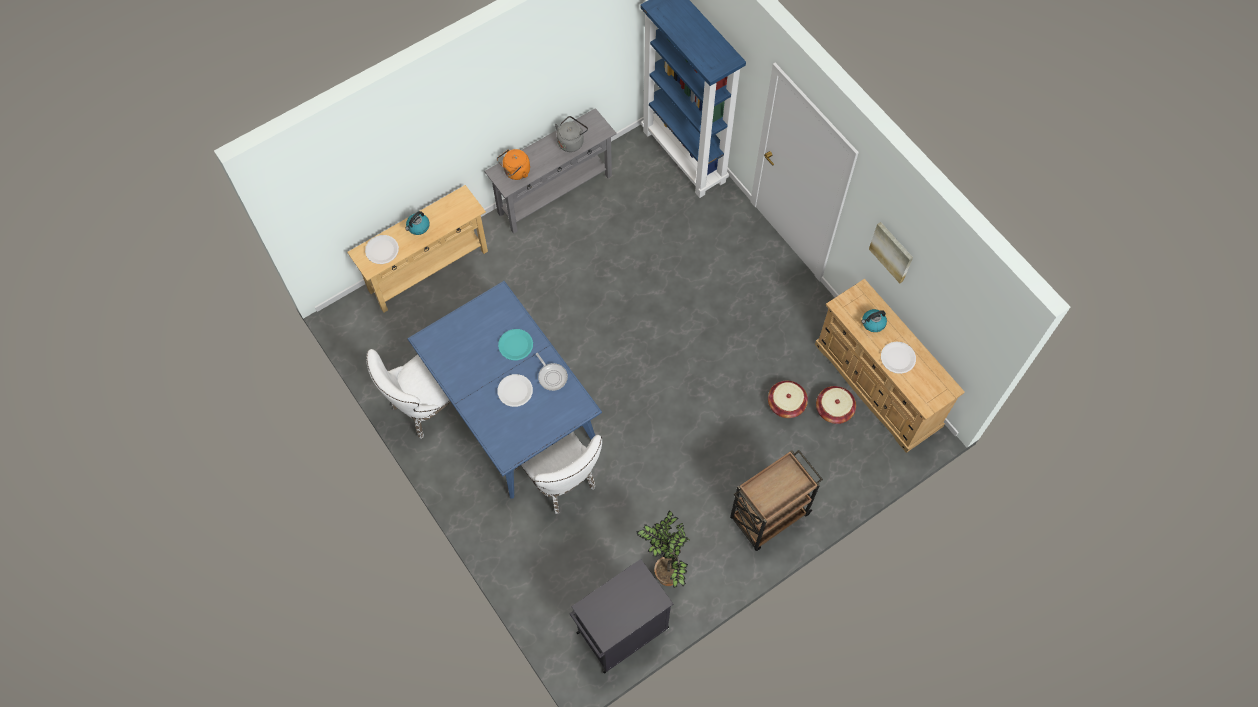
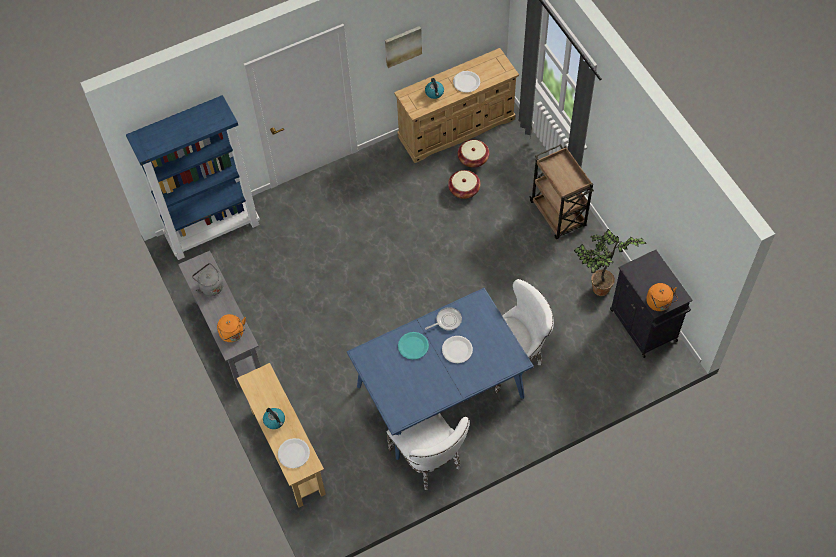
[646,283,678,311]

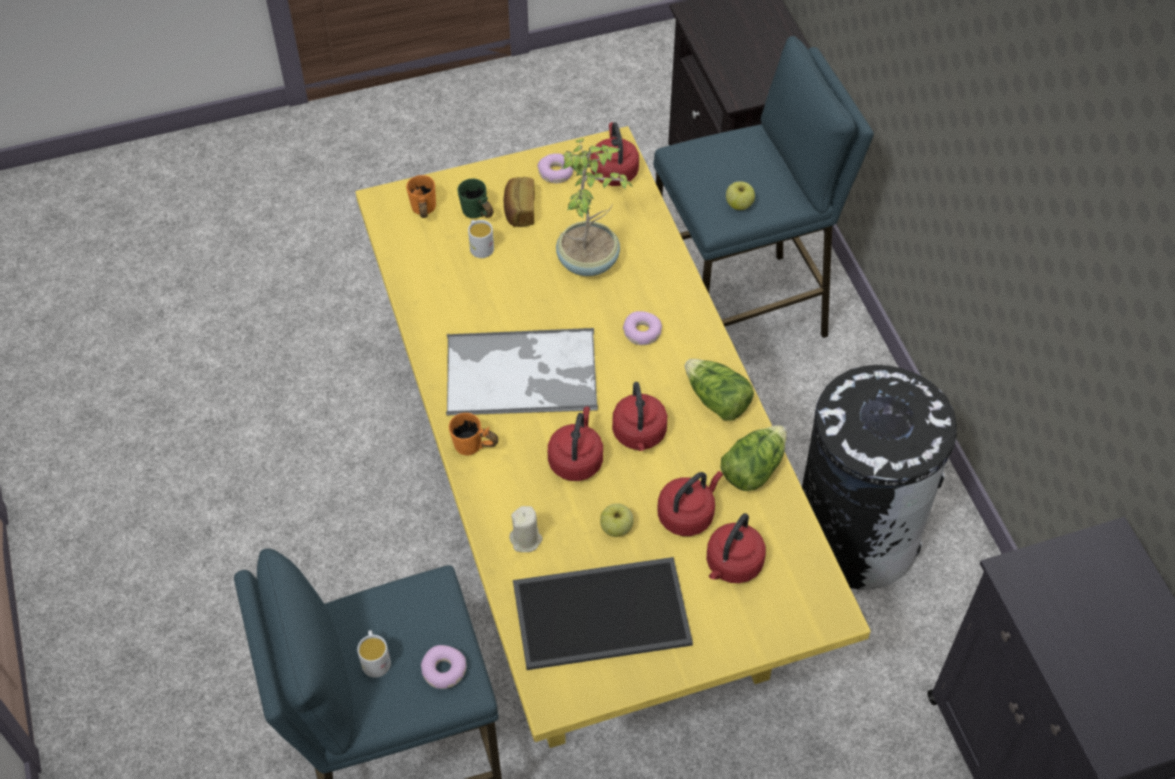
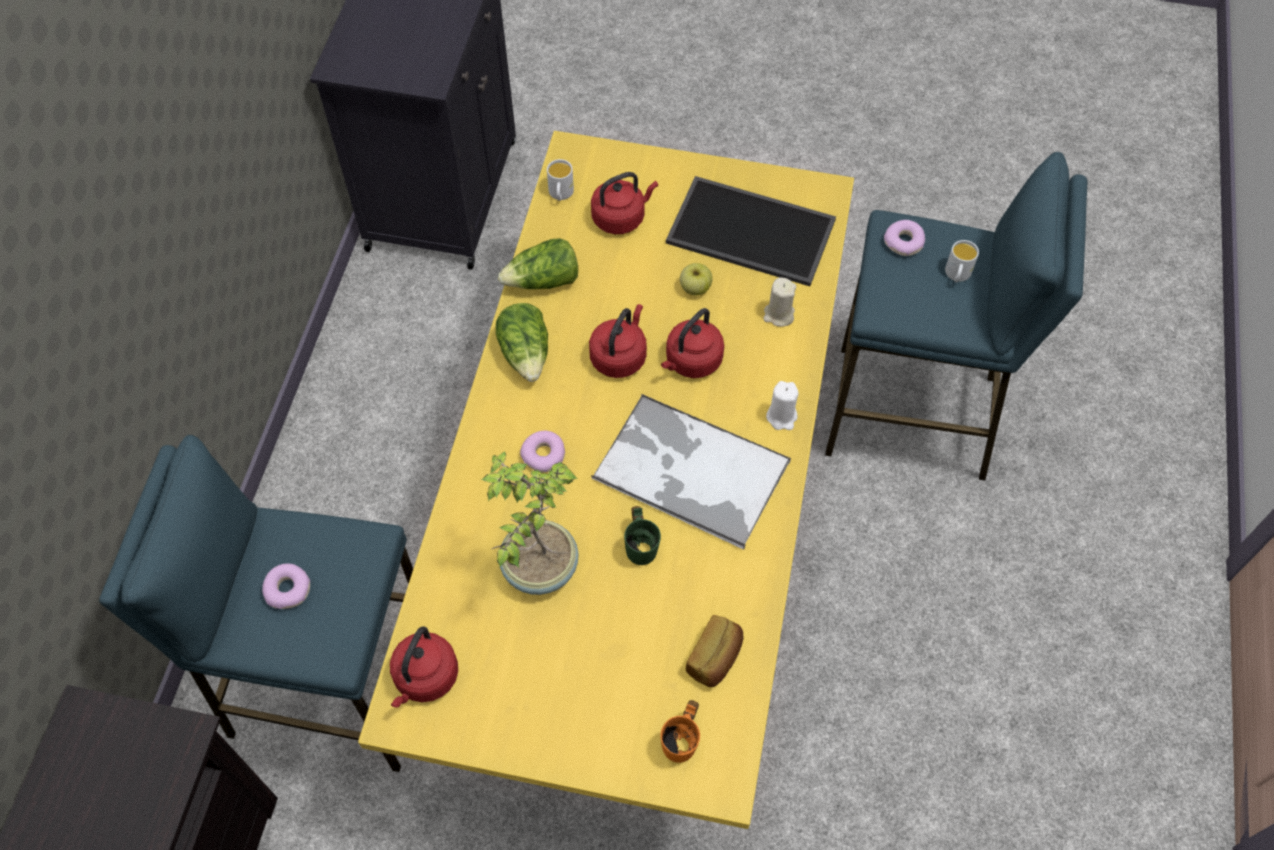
[766,381,799,430]
[624,506,661,565]
[547,159,574,201]
[686,615,744,687]
[262,563,310,609]
[657,471,723,536] (first image)
[726,181,755,210] (first image)
[802,365,957,589] (first image)

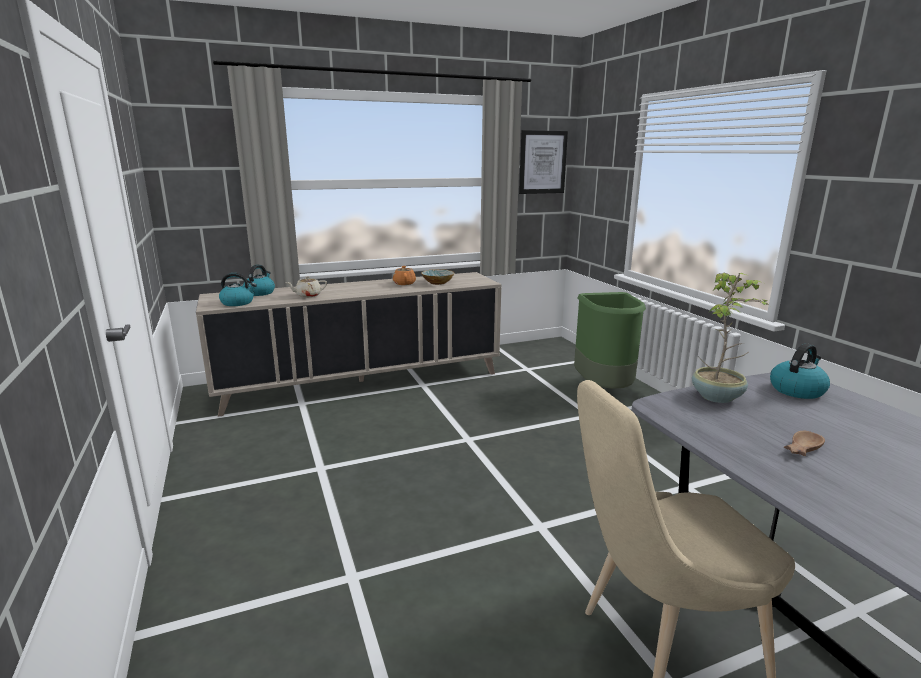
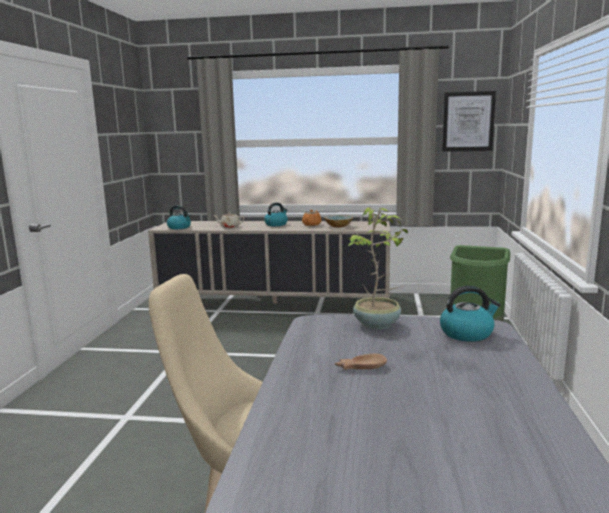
[264,202,288,226]

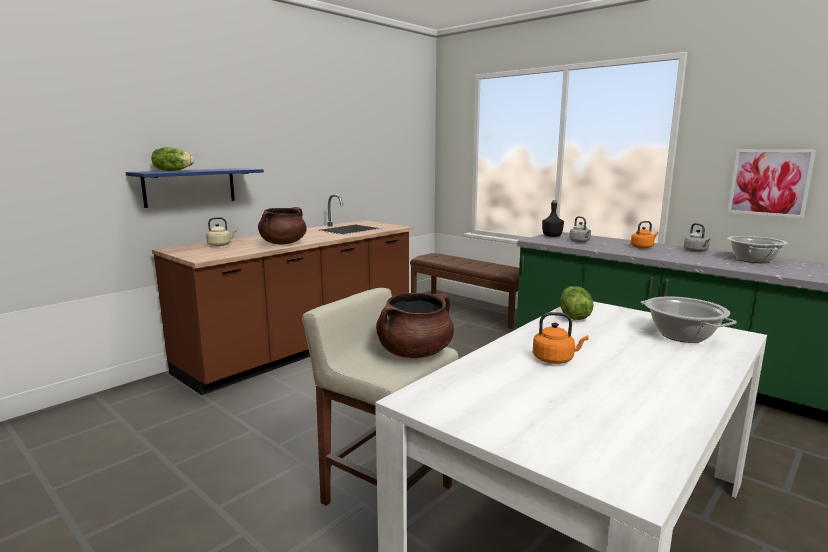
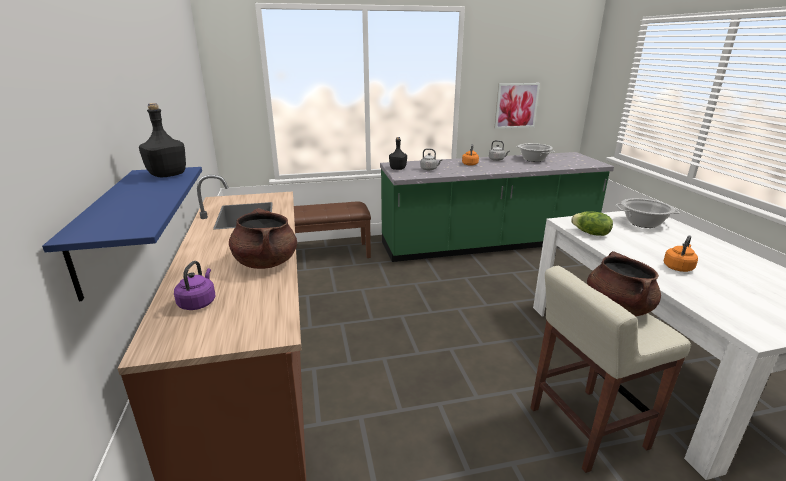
[151,147,194,171] (first image)
[174,261,215,310]
[139,103,186,177]

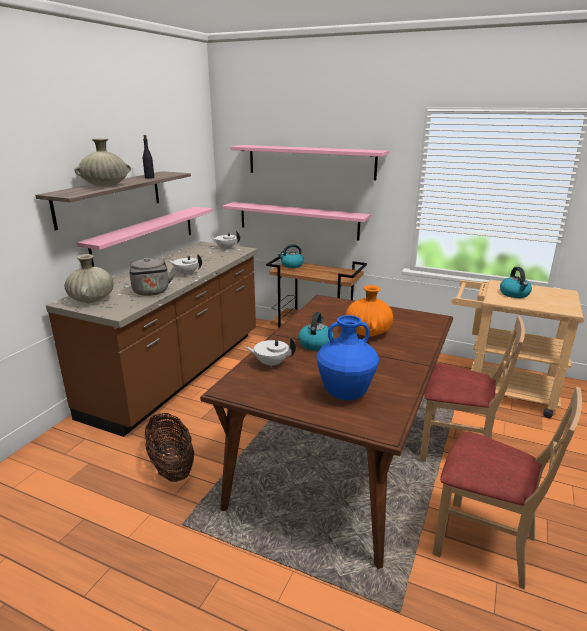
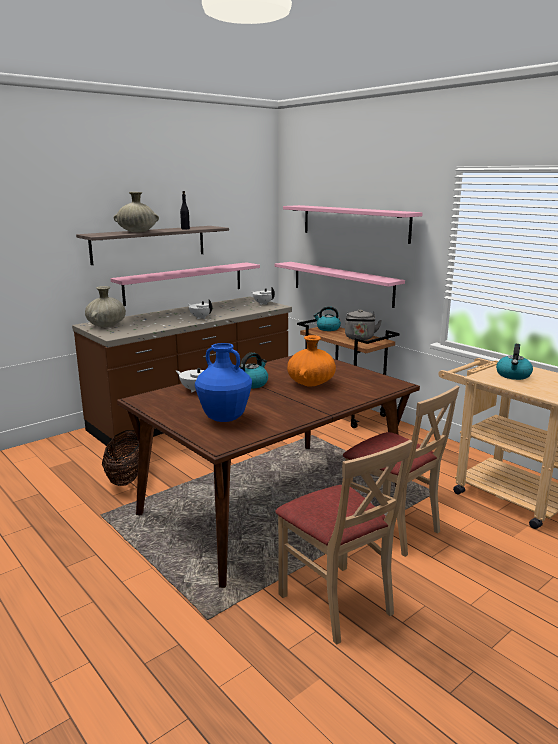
[345,309,382,340]

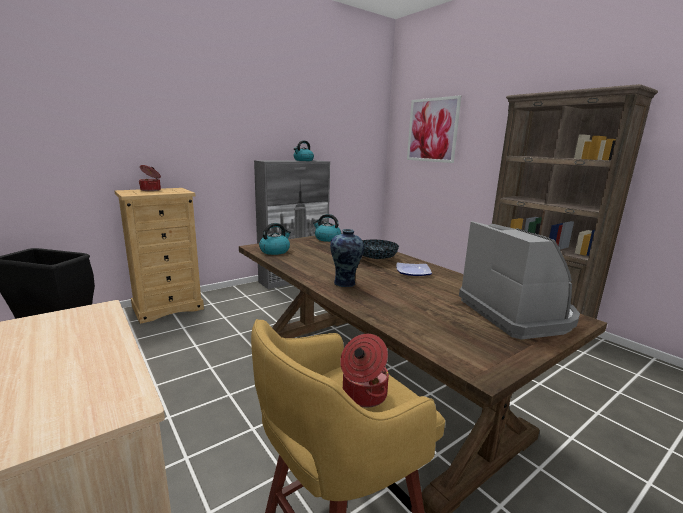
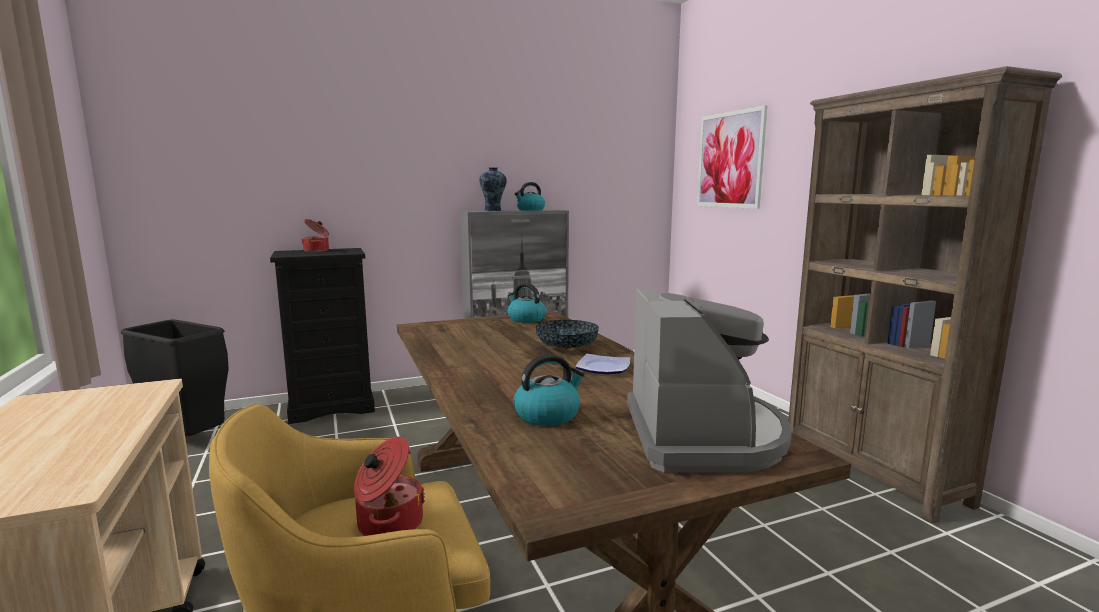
[270,248,375,424]
[514,354,584,426]
[479,167,507,211]

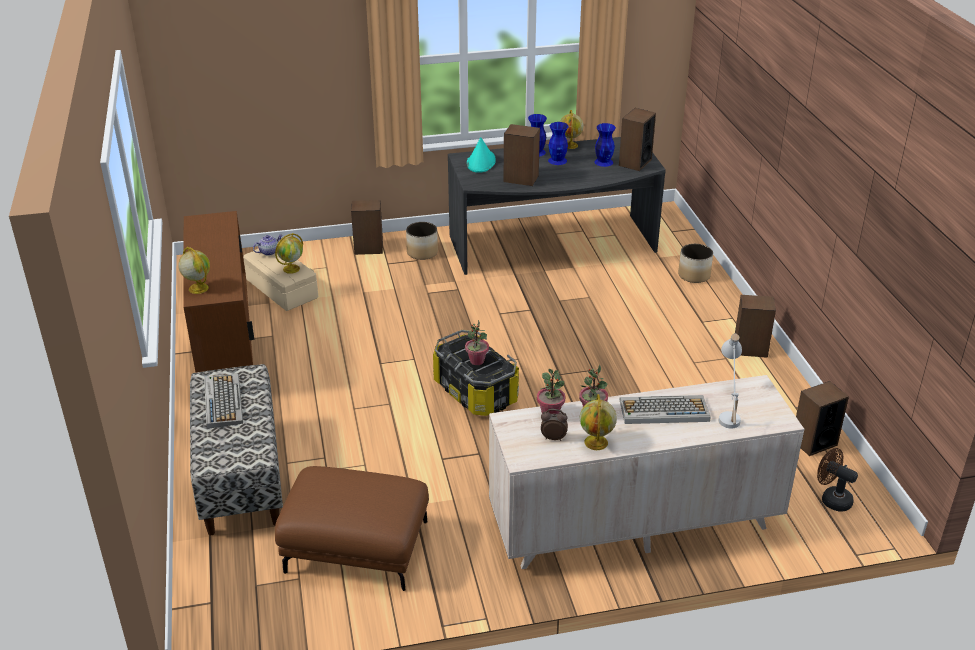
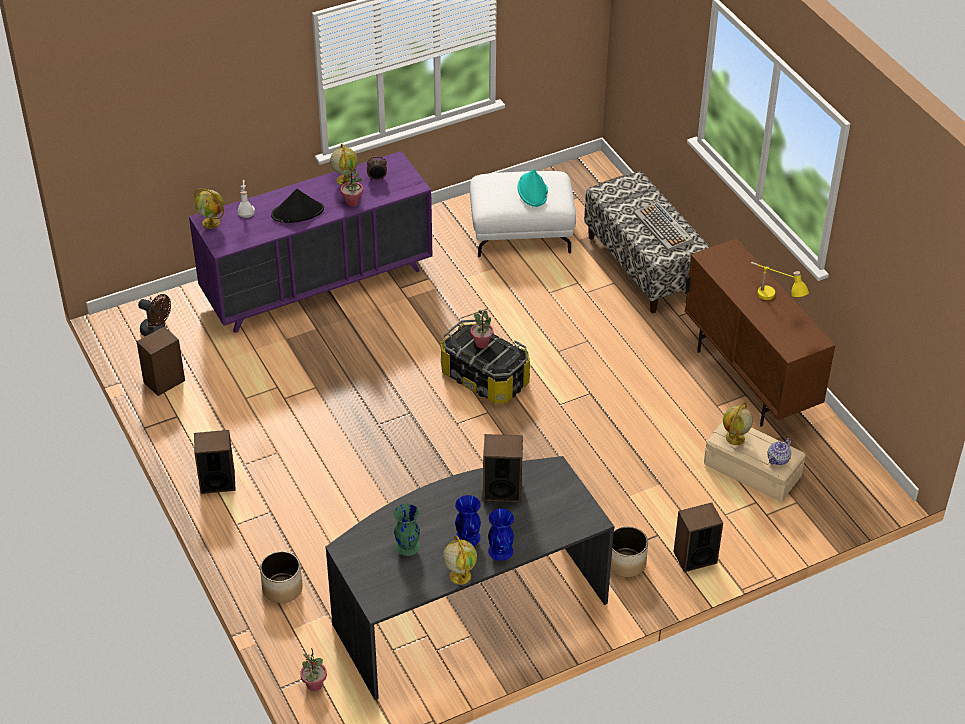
[194,189,224,229]
[470,171,576,257]
[517,169,548,207]
[189,151,432,333]
[300,648,327,691]
[394,504,420,556]
[619,108,656,171] (first image)
[271,189,324,223]
[751,262,809,300]

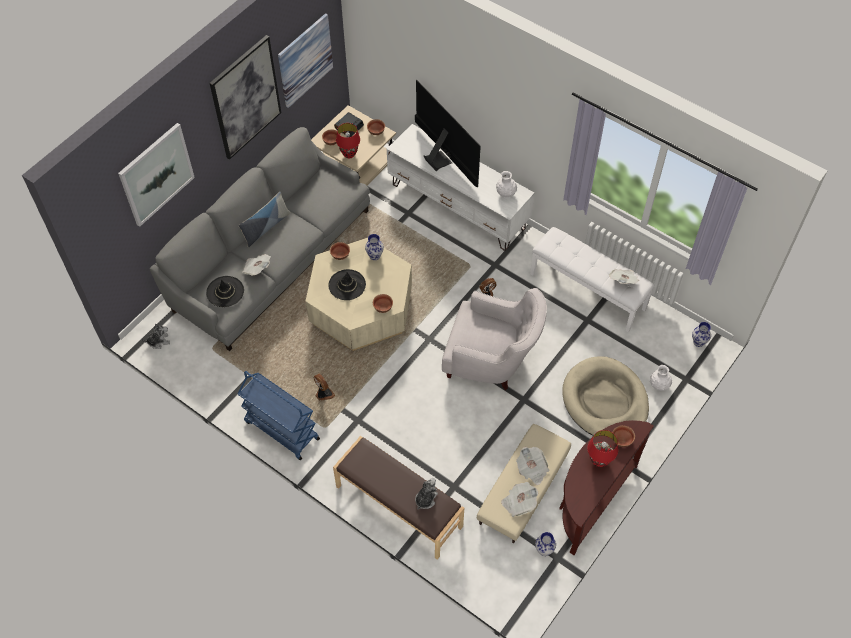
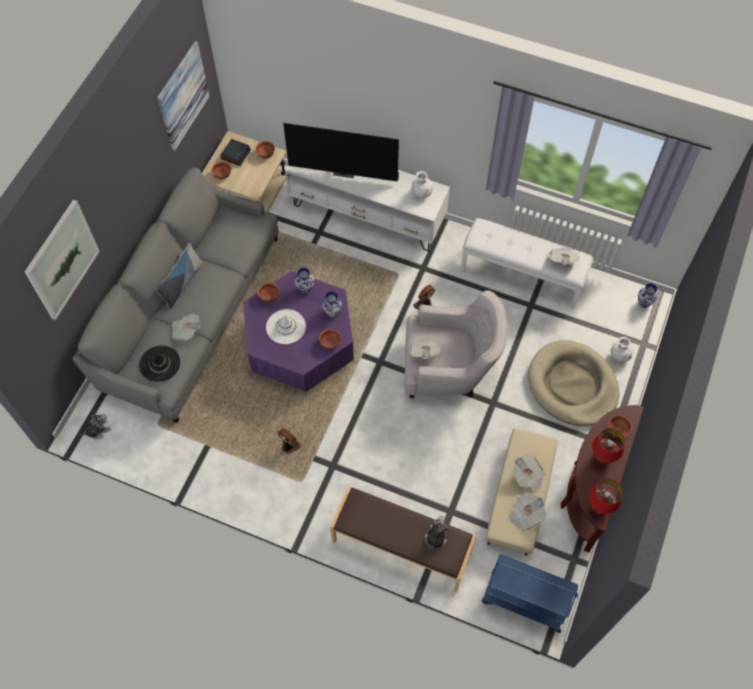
[210,35,281,160] (first image)
[481,554,578,633]
[243,271,354,392]
[266,309,306,344]
[589,479,623,515]
[283,123,399,182]
[322,291,342,317]
[409,337,441,359]

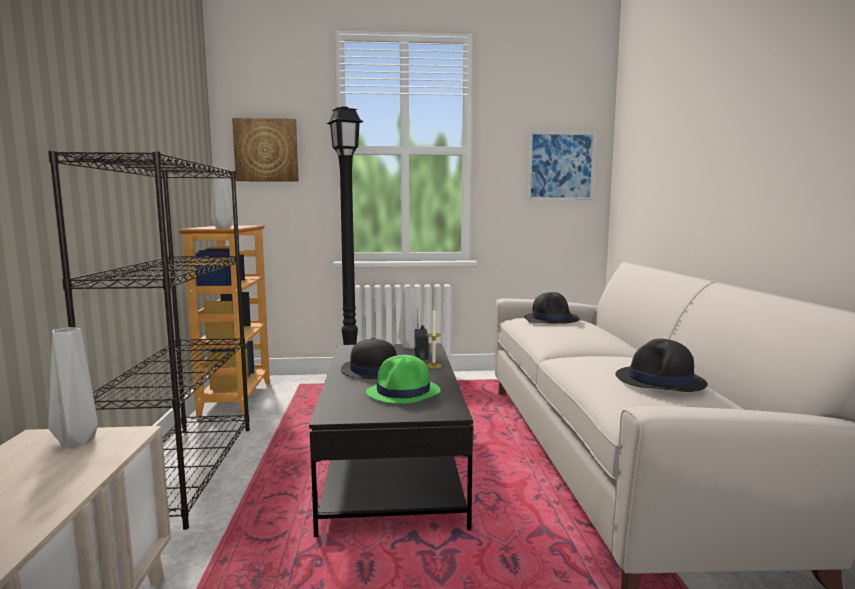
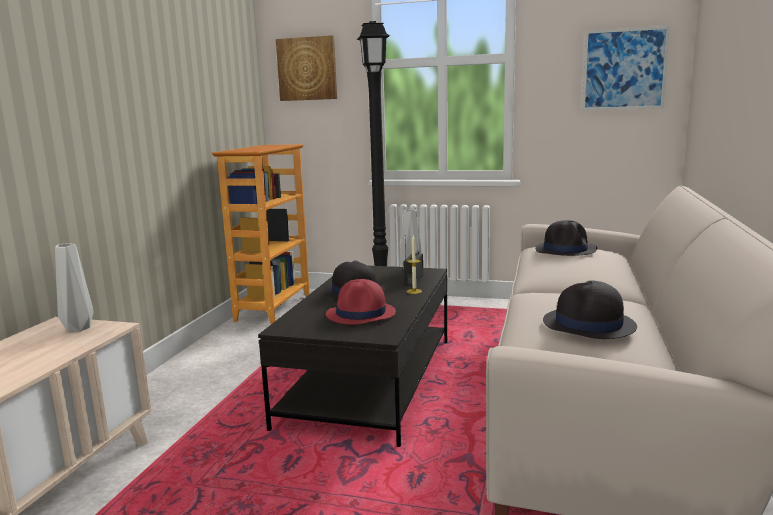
[48,151,249,530] (first image)
[211,168,233,228] (first image)
[326,279,396,325]

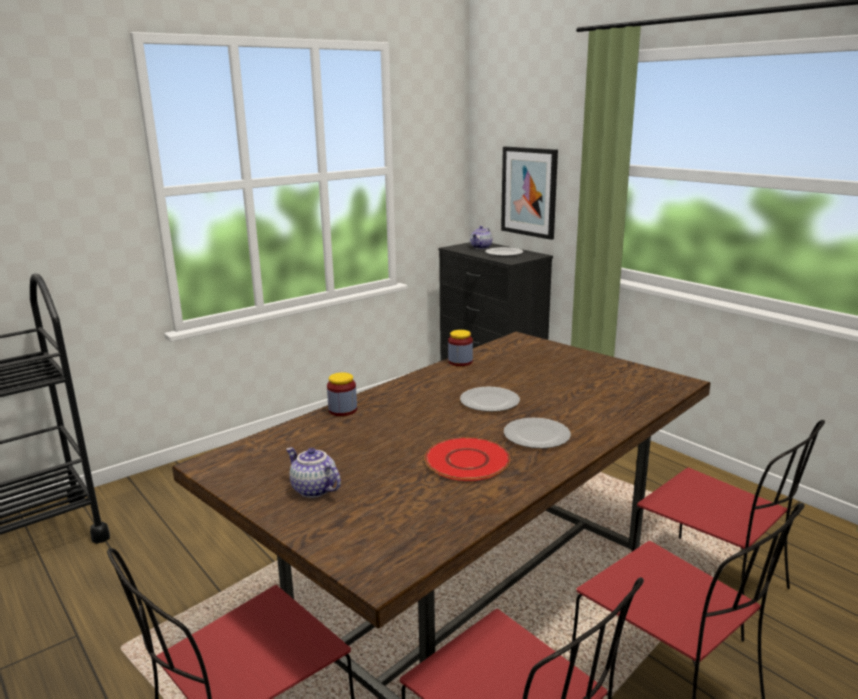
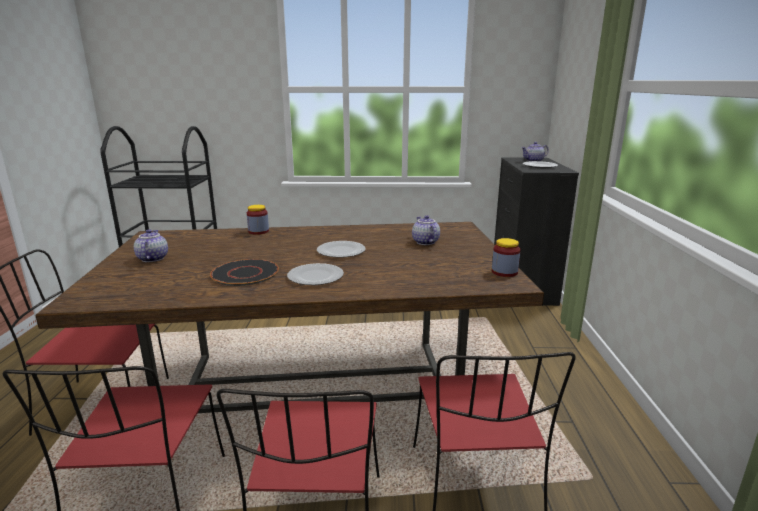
[210,259,279,286]
[492,238,520,277]
[501,146,558,240] (first image)
[412,215,440,245]

